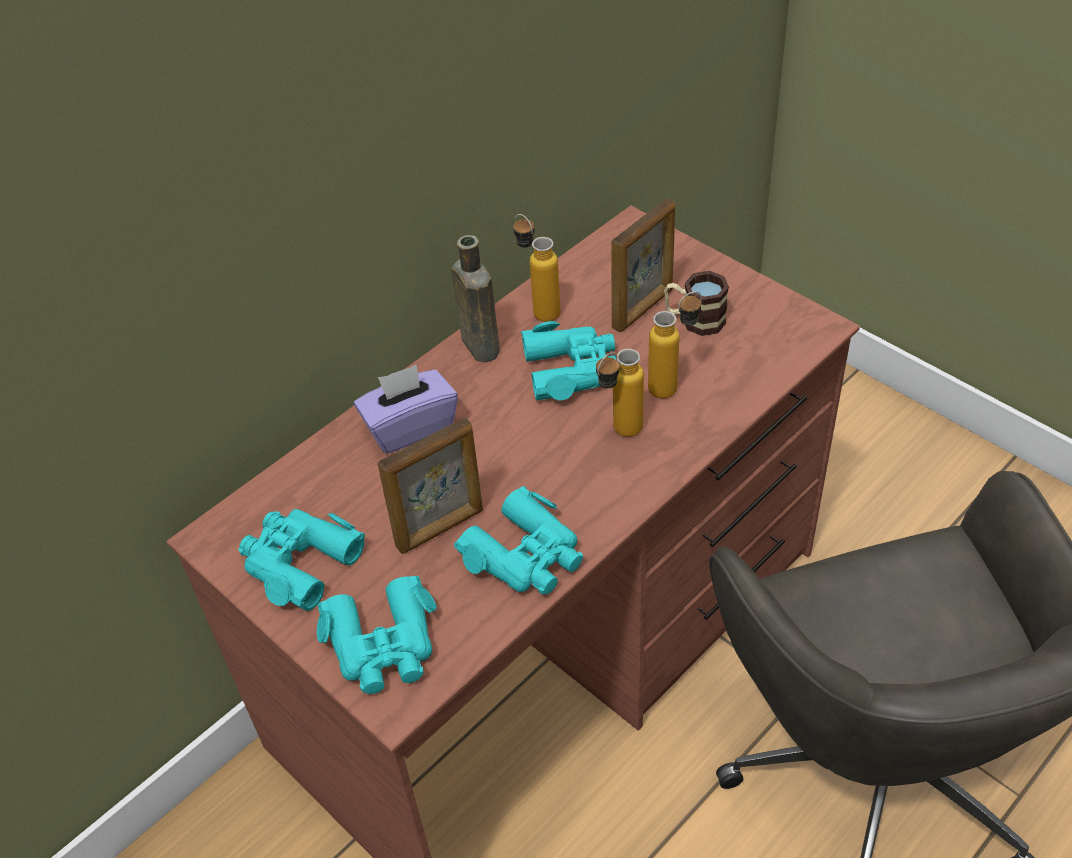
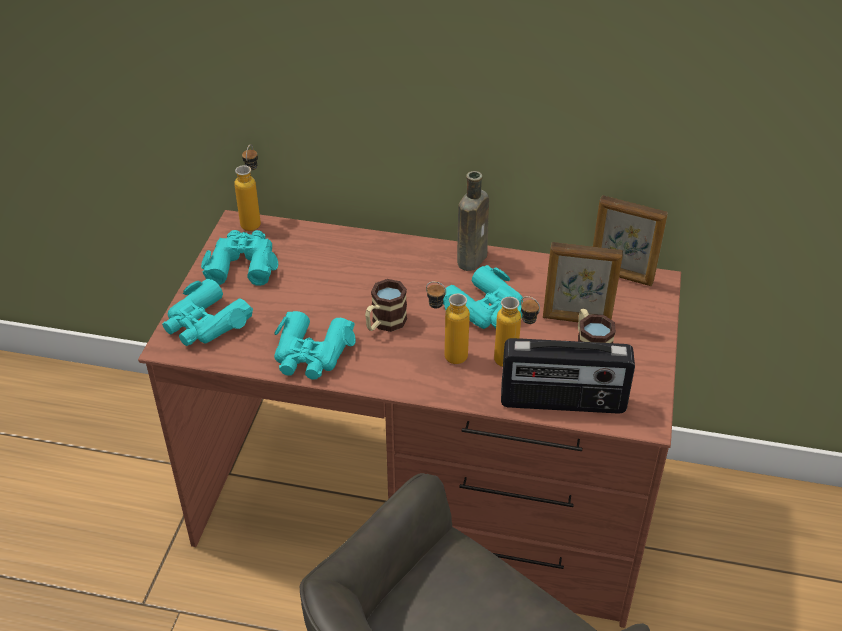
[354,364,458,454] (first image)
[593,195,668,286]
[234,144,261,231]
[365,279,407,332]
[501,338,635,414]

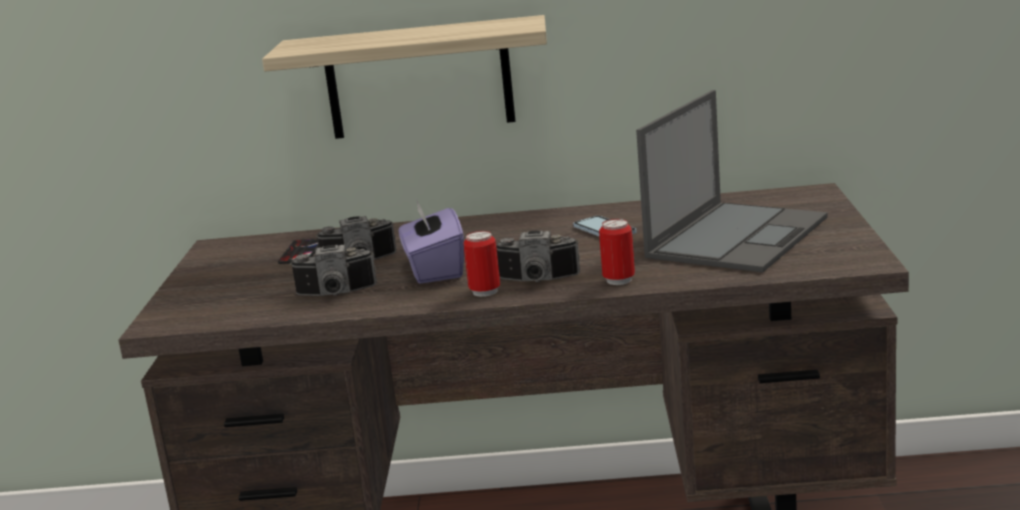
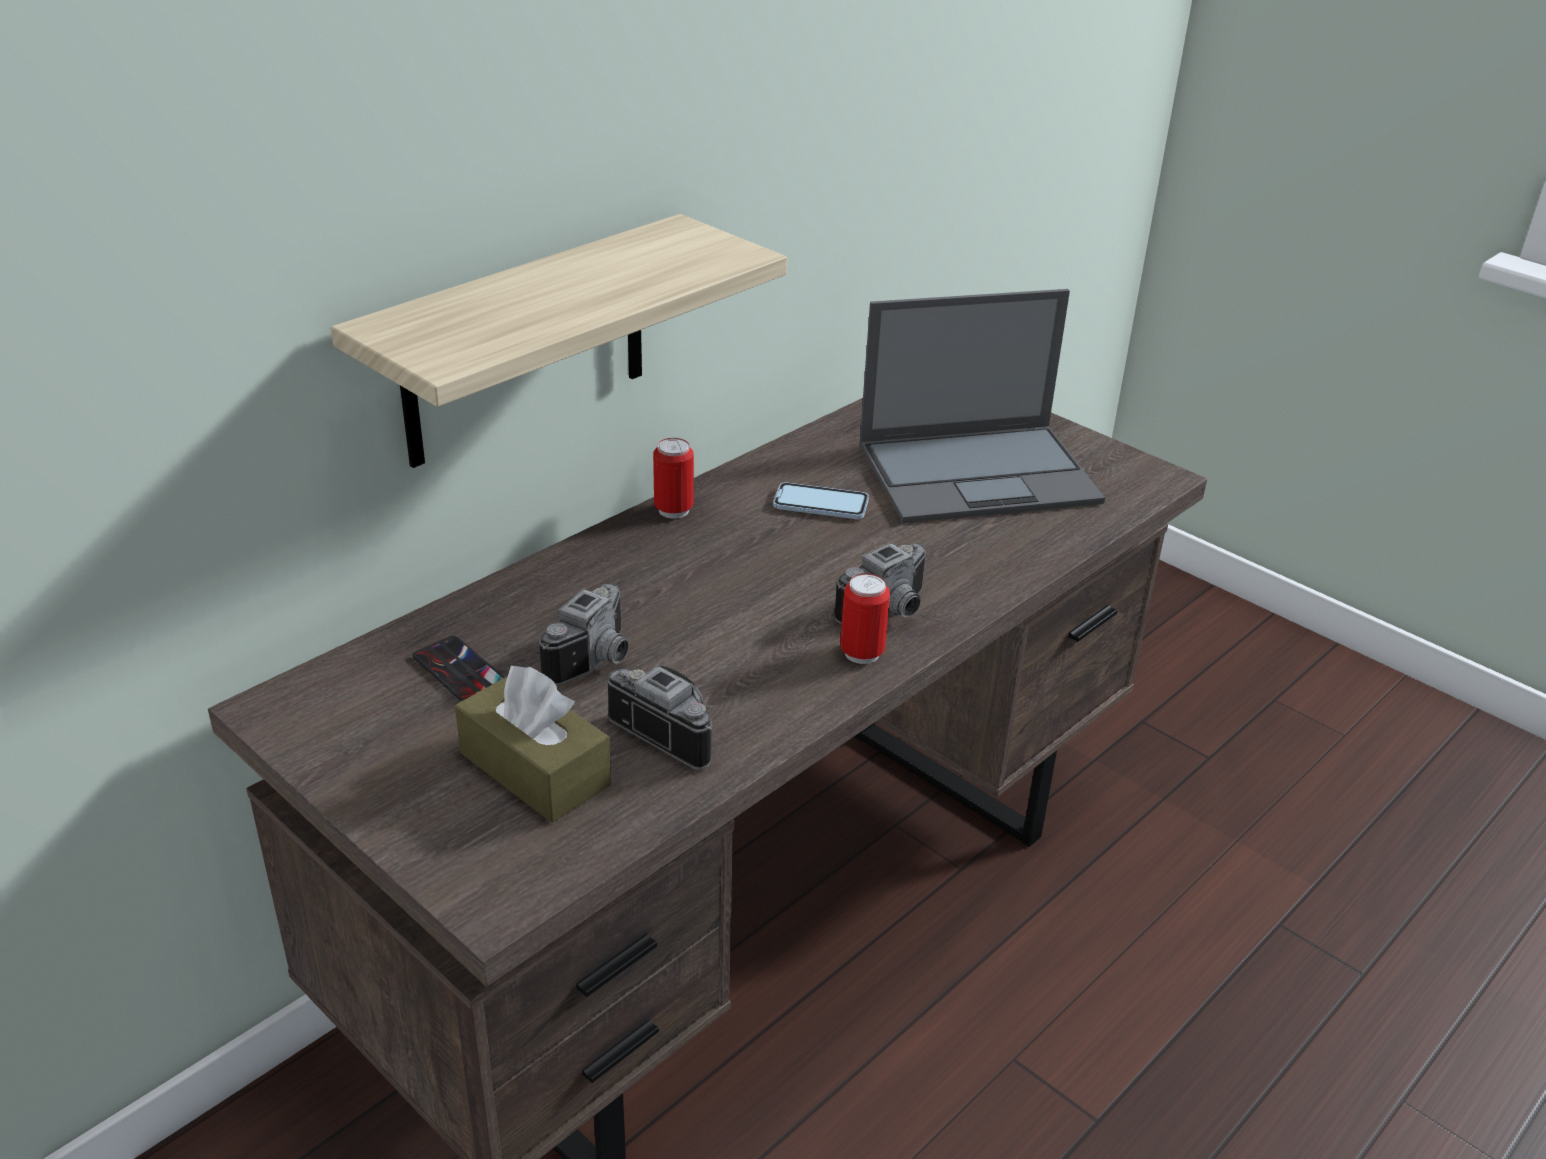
[608,665,712,770]
[399,199,464,284] (first image)
[653,438,694,519]
[859,289,1105,523]
[455,665,611,823]

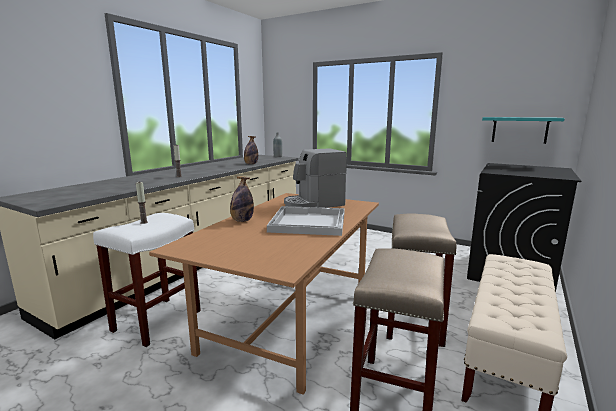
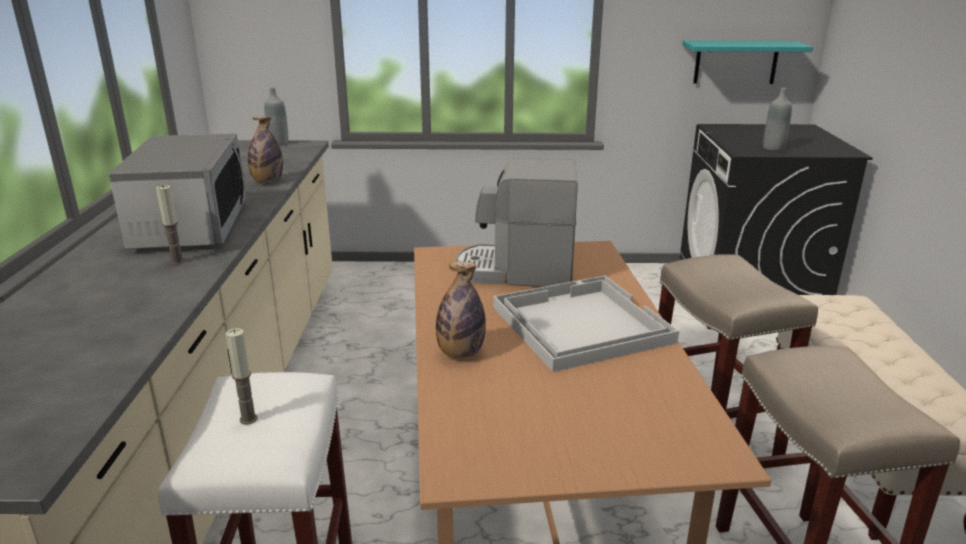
[456,158,578,287]
[109,134,246,249]
[763,88,792,151]

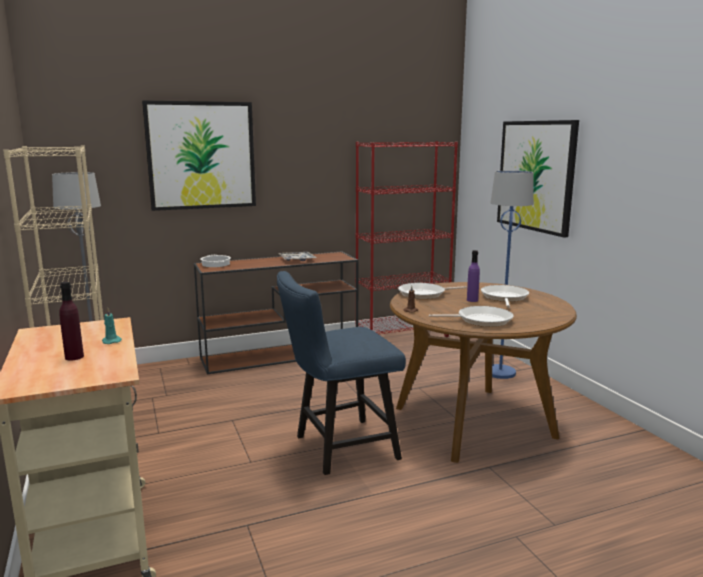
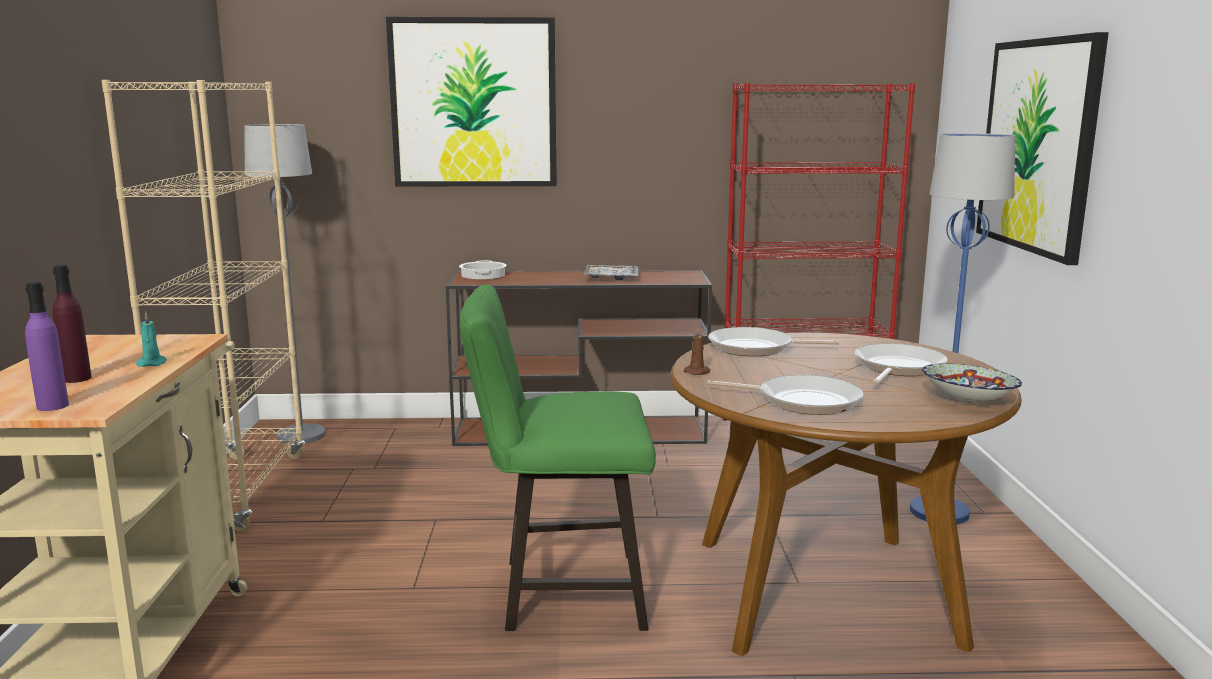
[459,285,656,631]
[25,282,69,411]
[922,363,1022,403]

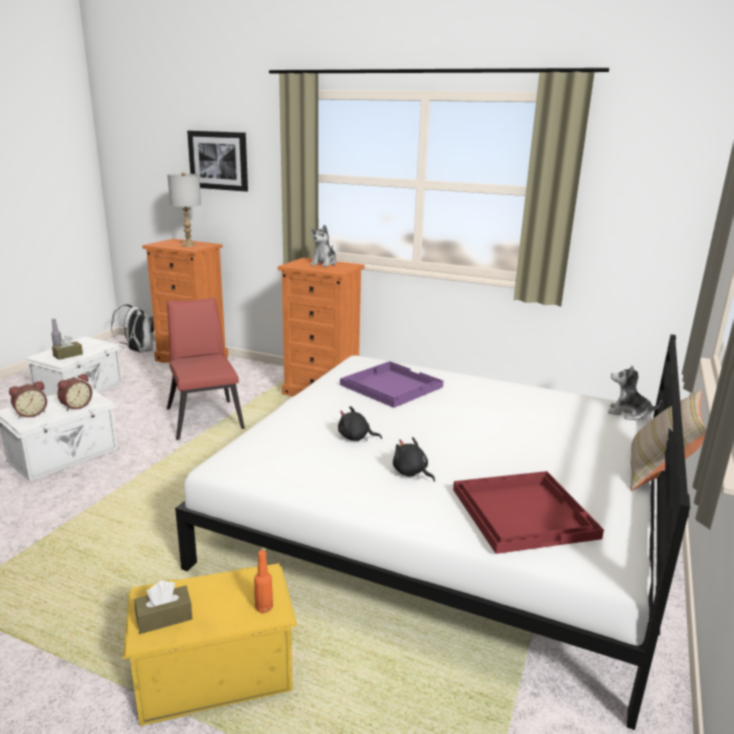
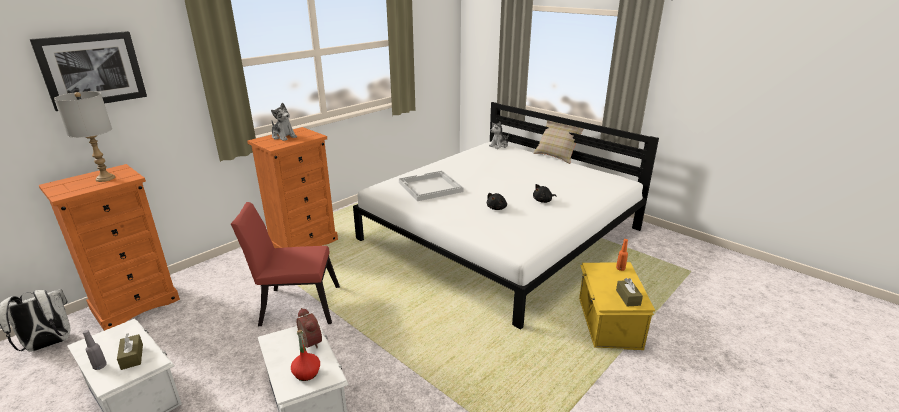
[291,330,320,381]
[399,171,464,201]
[453,471,604,554] (first image)

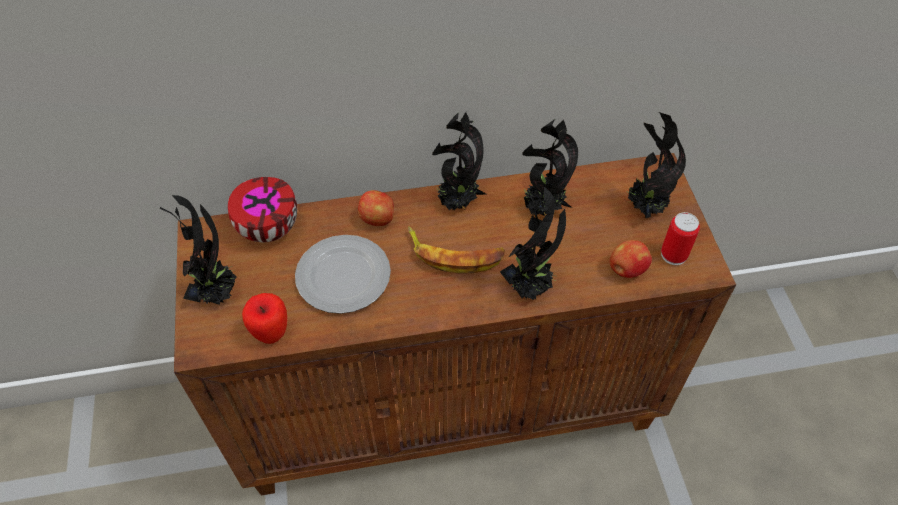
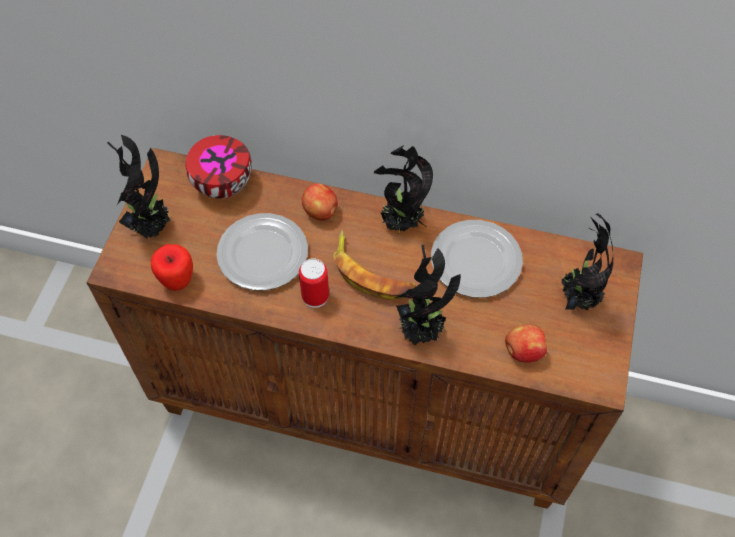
[431,220,523,298]
[299,258,329,308]

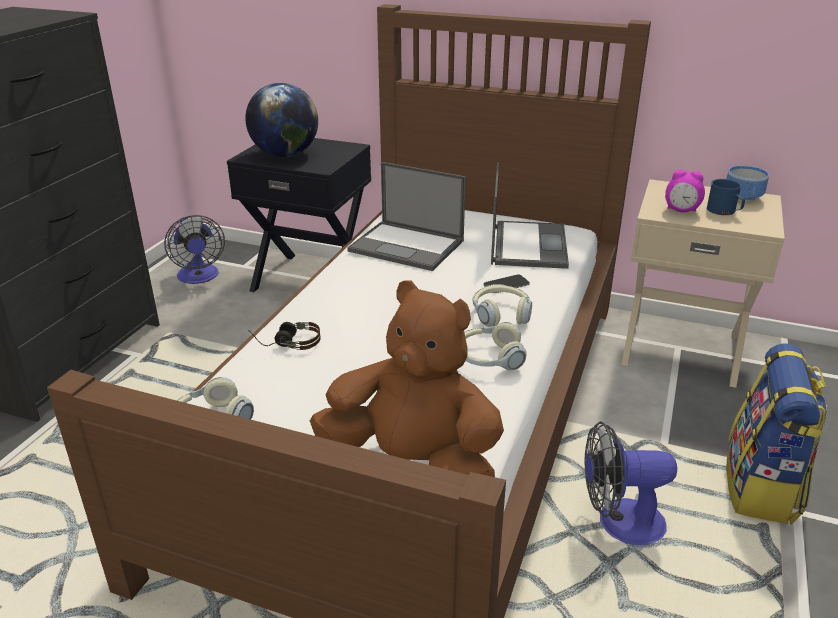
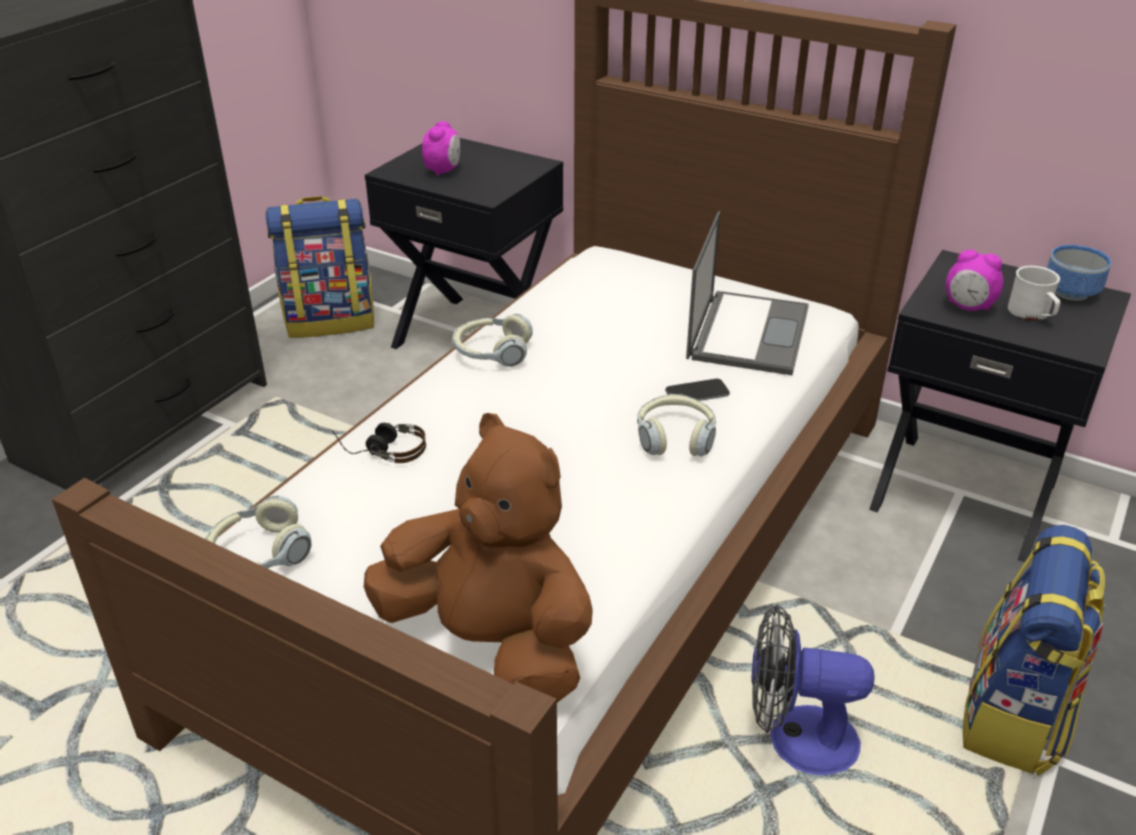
[265,196,374,338]
[422,121,460,176]
[347,162,466,271] (first image)
[453,314,533,367]
[869,250,1131,562]
[1008,266,1060,321]

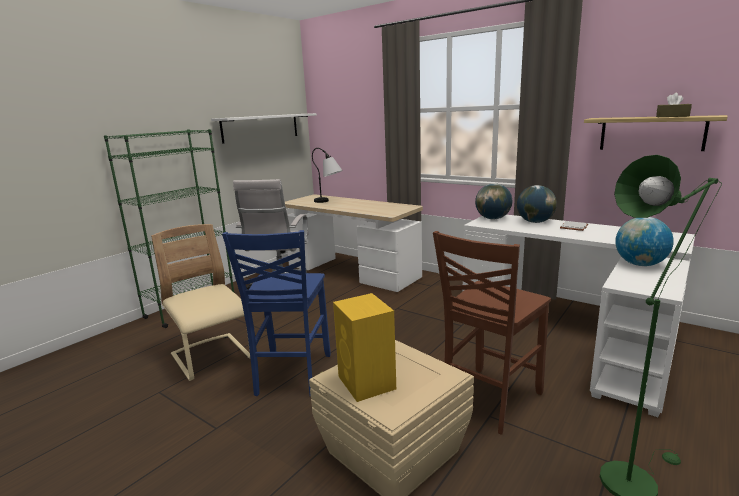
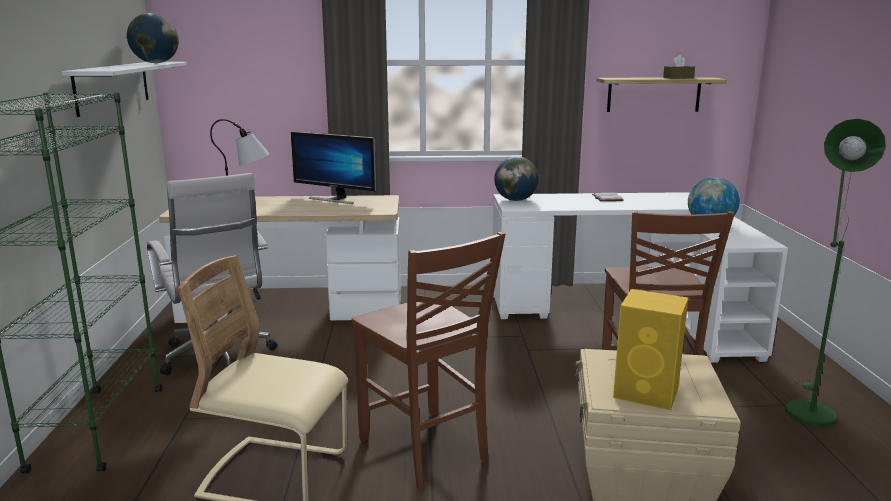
[352,232,505,490]
[127,13,179,63]
[291,131,376,204]

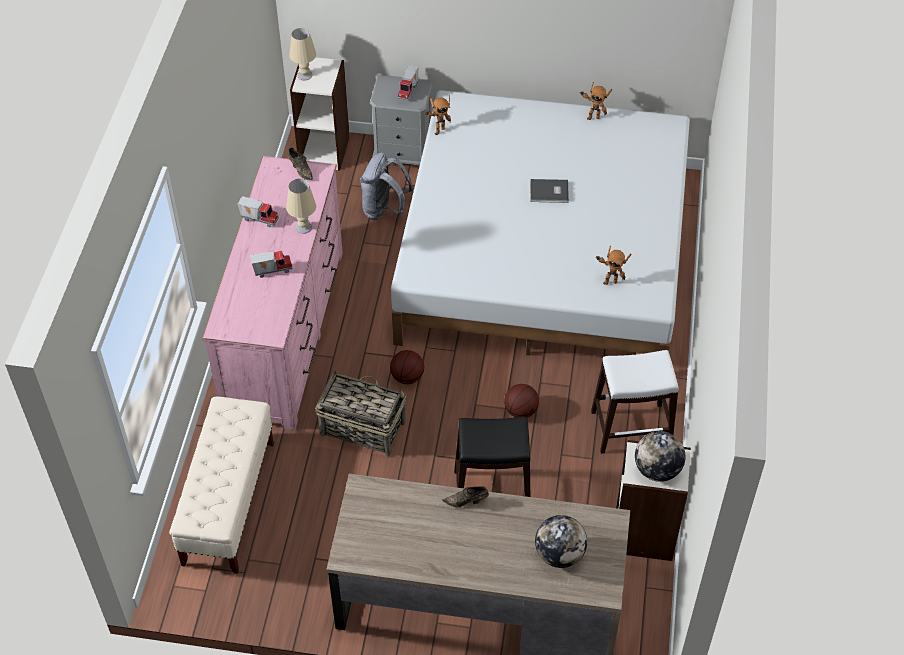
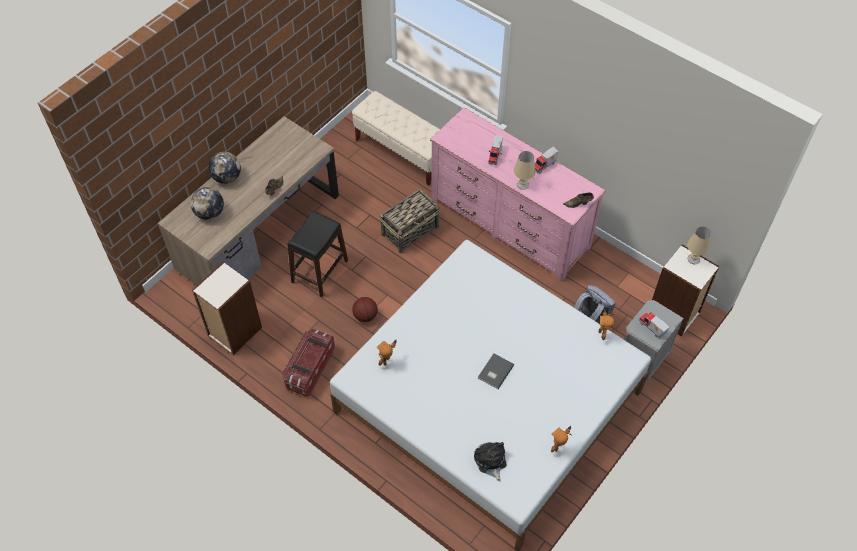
[390,350,424,384] (first image)
[282,329,335,397]
[208,152,241,184]
[474,442,507,481]

